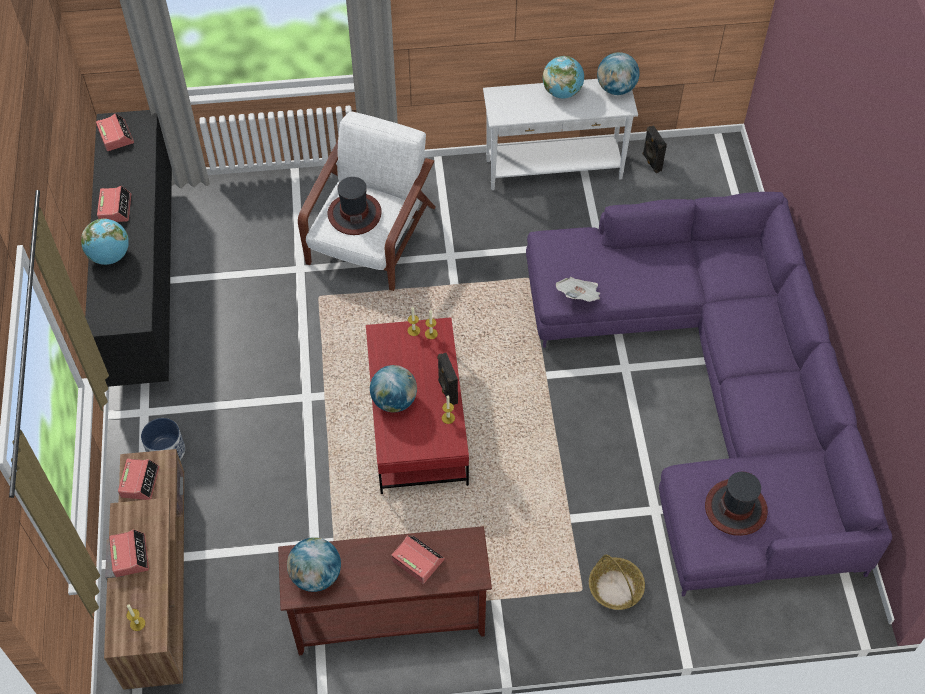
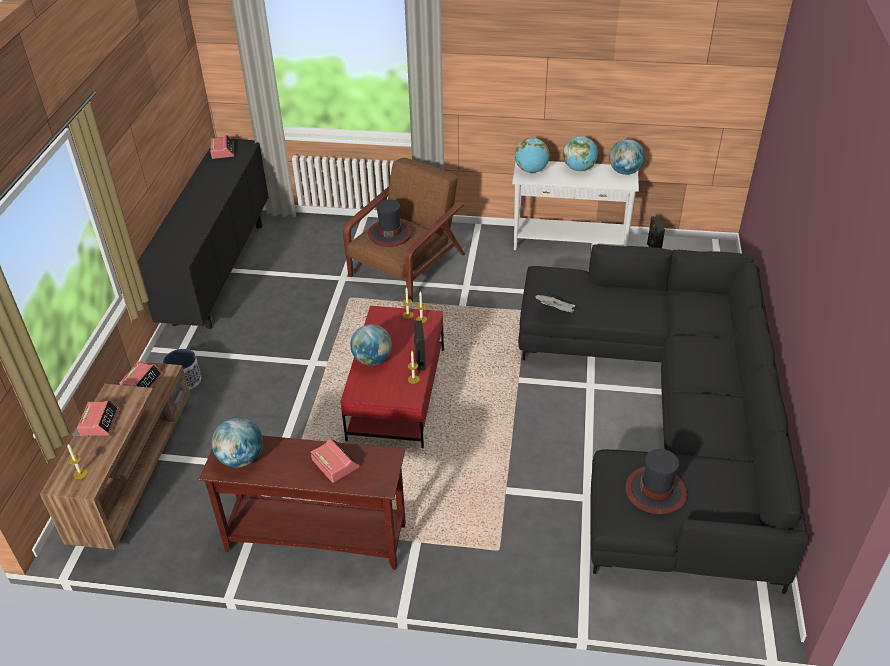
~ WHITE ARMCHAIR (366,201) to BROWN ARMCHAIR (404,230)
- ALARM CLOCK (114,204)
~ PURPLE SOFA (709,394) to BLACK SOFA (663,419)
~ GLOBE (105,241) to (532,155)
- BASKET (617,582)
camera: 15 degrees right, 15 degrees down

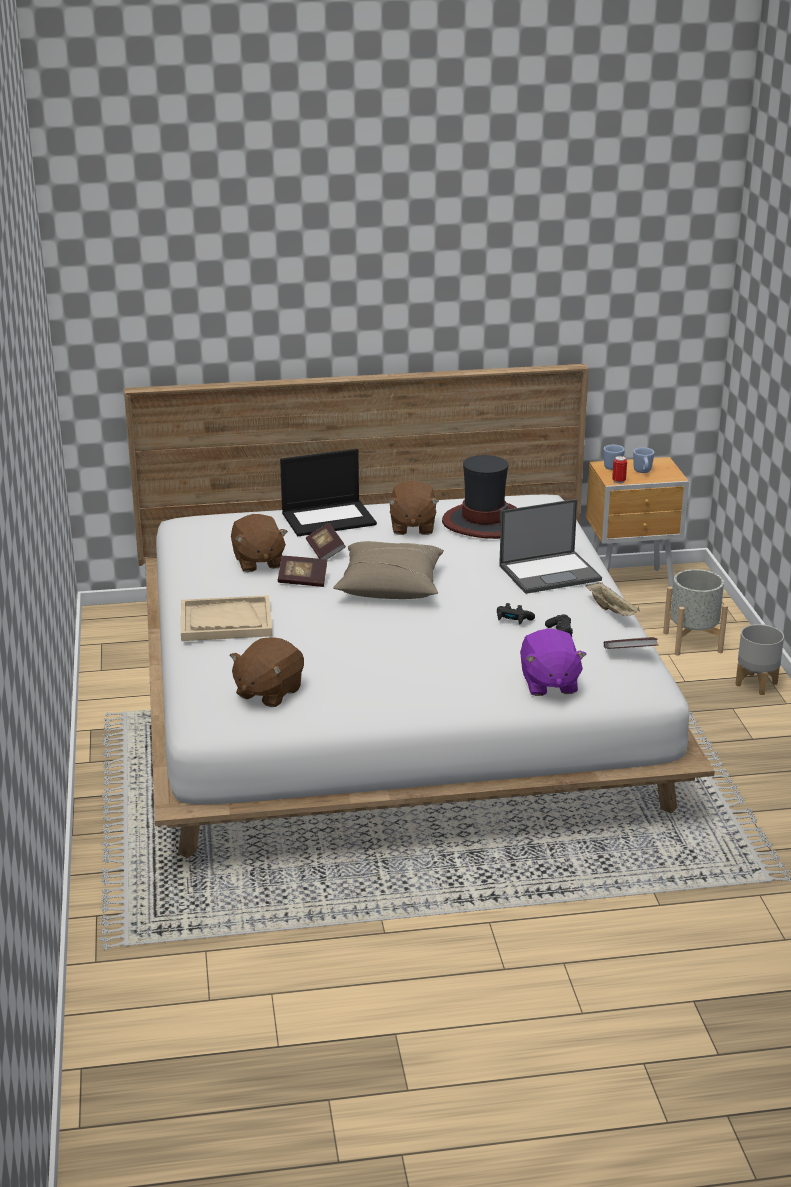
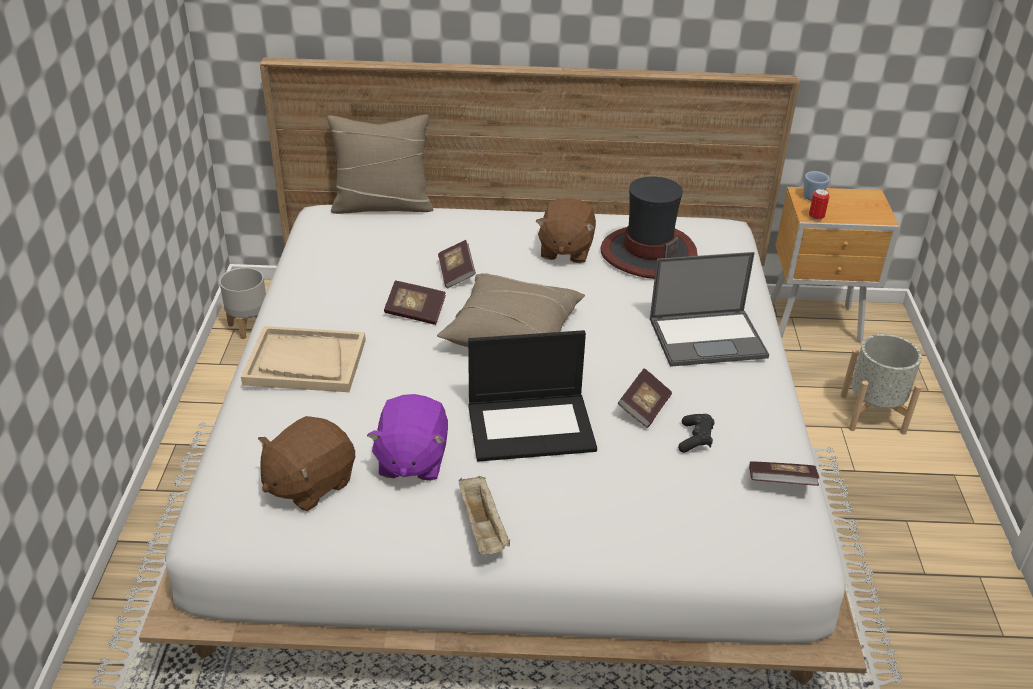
- BLUE MUG (643,460)
~ LAPTOP (328,492) to (532,396)
- BROWN PLUSH TOY (259,543)
~ BEIGE TRAY (612,599) to (484,515)
~ BLACK GAME CONTROLLER (516,613) to BOOK (645,398)
~ GREY PLANTER (759,659) to (242,303)
~ PURPLE PLUSH TOY (553,662) to (407,437)
+ BEIGE PILLOW (380,164)
camera: 10 degrees right, 10 degrees up

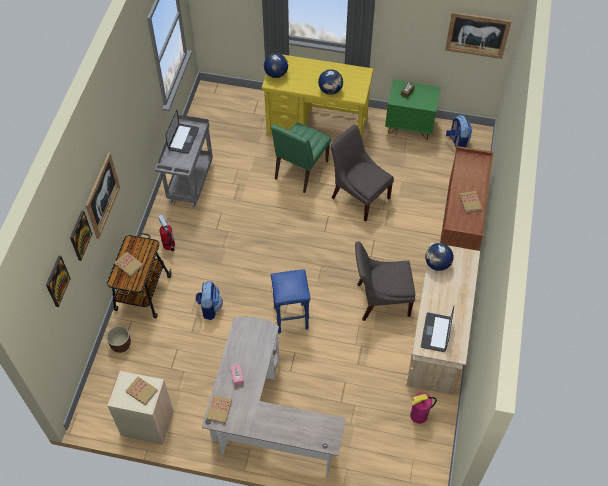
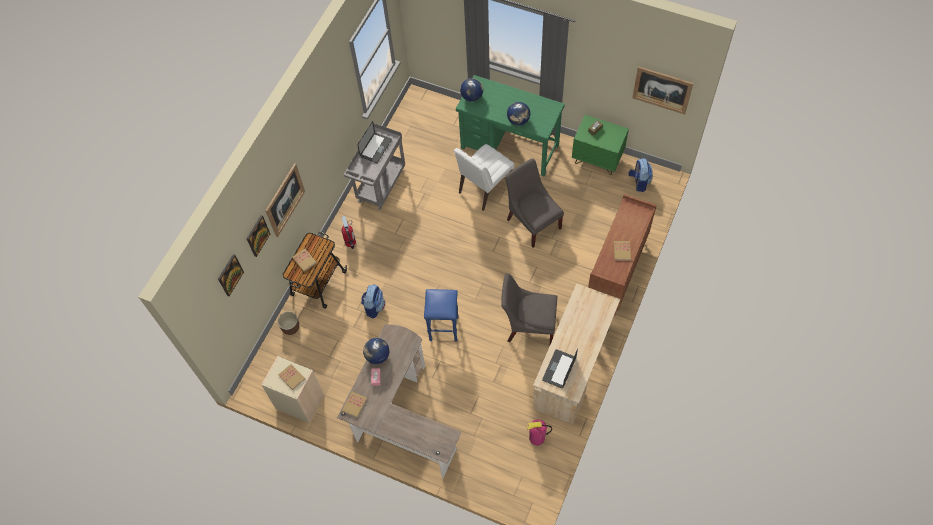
~ YELLOW DESK (318,96) to GREEN DESK (510,125)
~ GREEN CHAIR (301,158) to WHITE CHAIR (484,177)
~ GLOBE (439,257) to (376,351)
camera: 15 degrees right, 5 degrees up

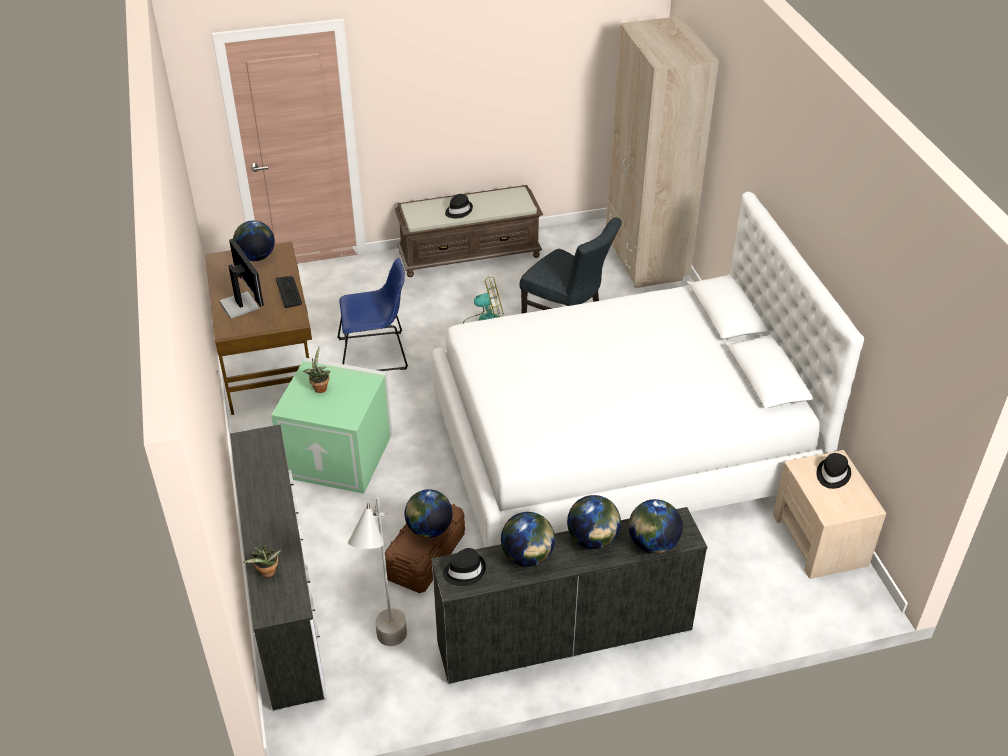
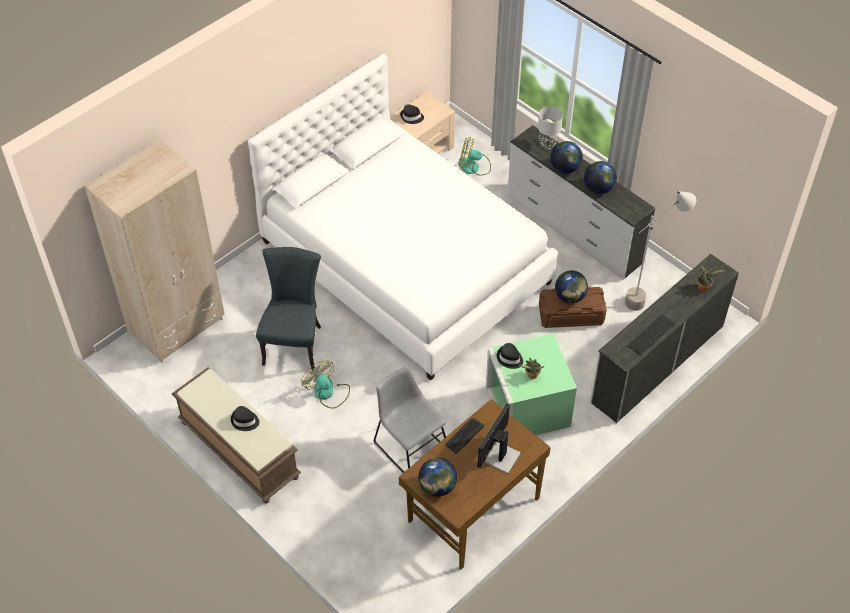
~ BLUE CHAIR (372,314) to GREY CHAIR (409,419)
~ GLOBE (655,526) to GREY TABLE LAMP (550,127)
~ BLACK HAT (464,567) to (510,356)
+ FAN (474,156)
+ KEYBOARD (651,335)
camera: 120 degrees left, 10 degrees up

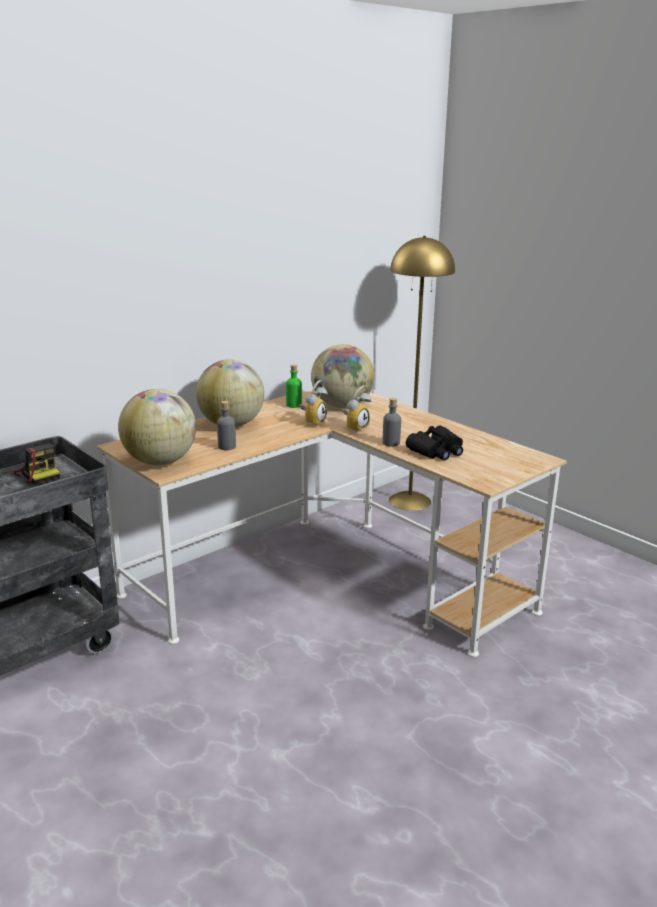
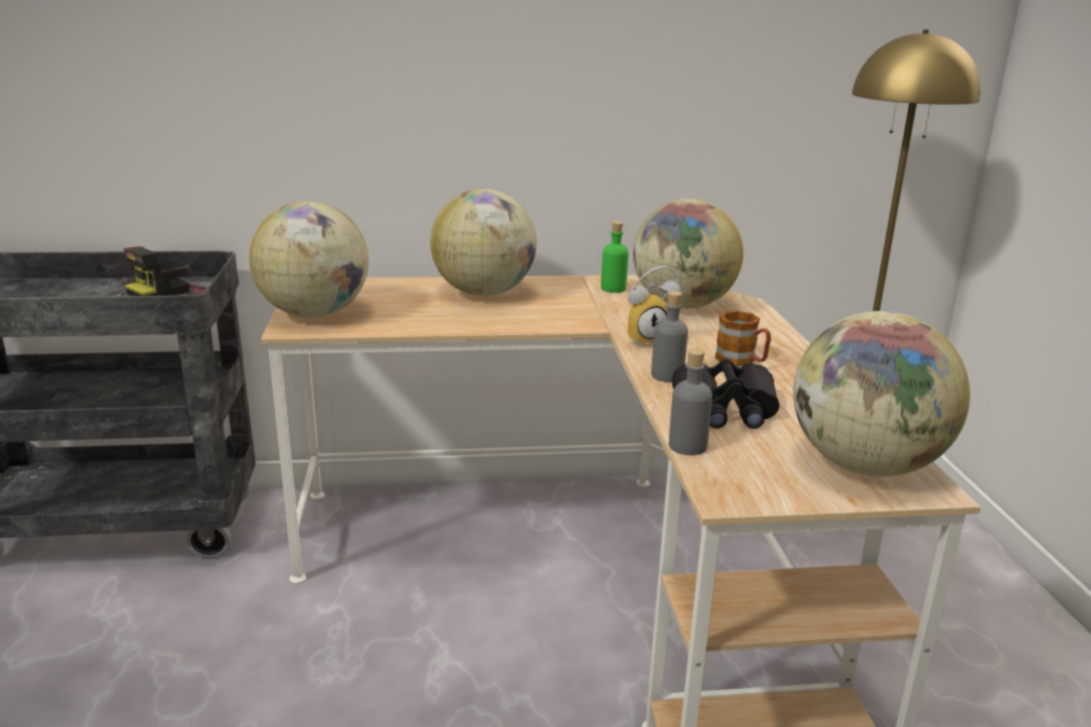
- ALARM CLOCK (313,403)
~ GREY BOTTLE (226,425) to (691,401)
~ PHOTO CAMERA (37,464) = (165,271) 45 degrees clockwise
+ MUG (743,338)
+ GLOBE (881,394)
camera: 35 degrees right, 0 degrees up

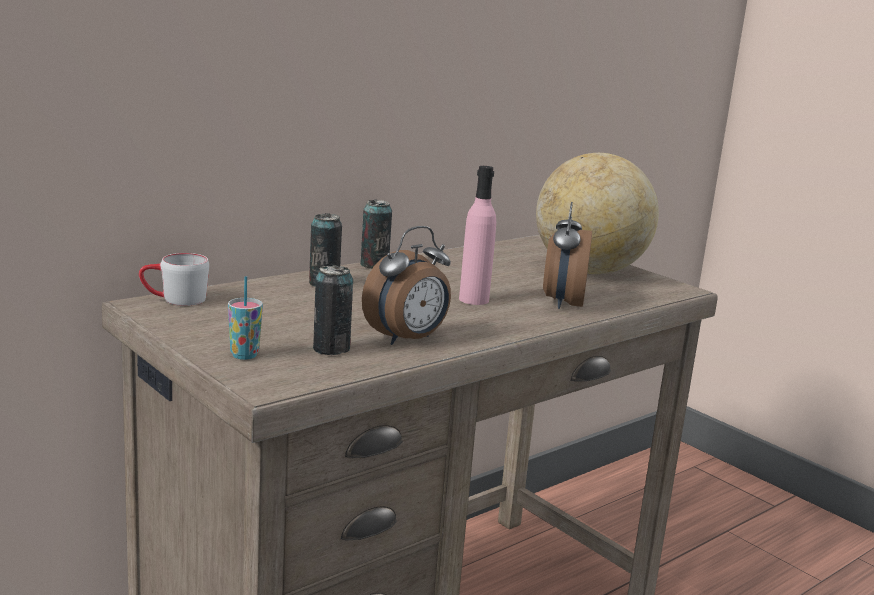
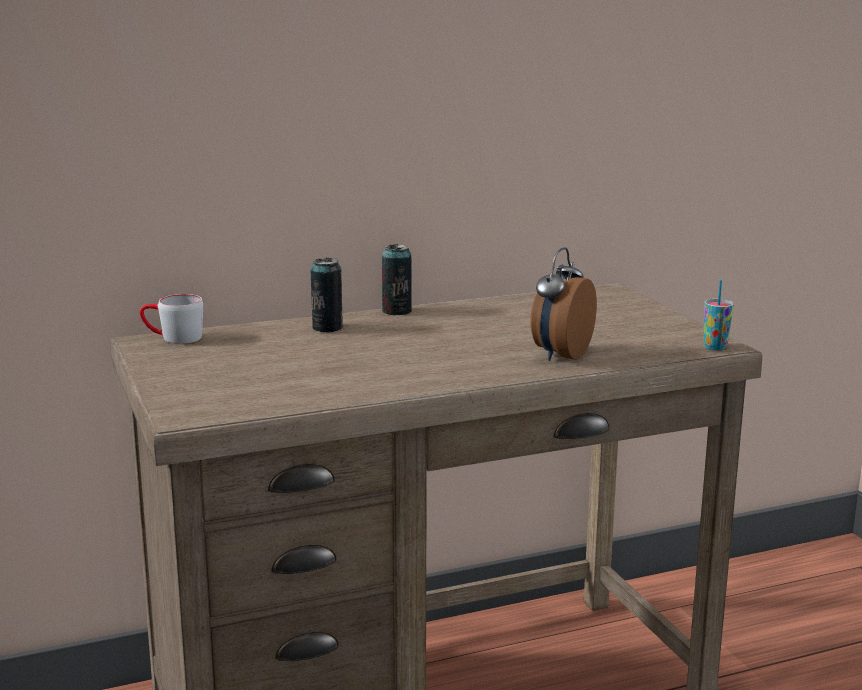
- GLOBE (597,213)
- PINK BOTTLE (477,235)
- ALARM CLOCK (406,285)
- CAN (333,310)
~ CUP (245,318) to (719,315)
camera: 20 degrees right, 0 degrees up

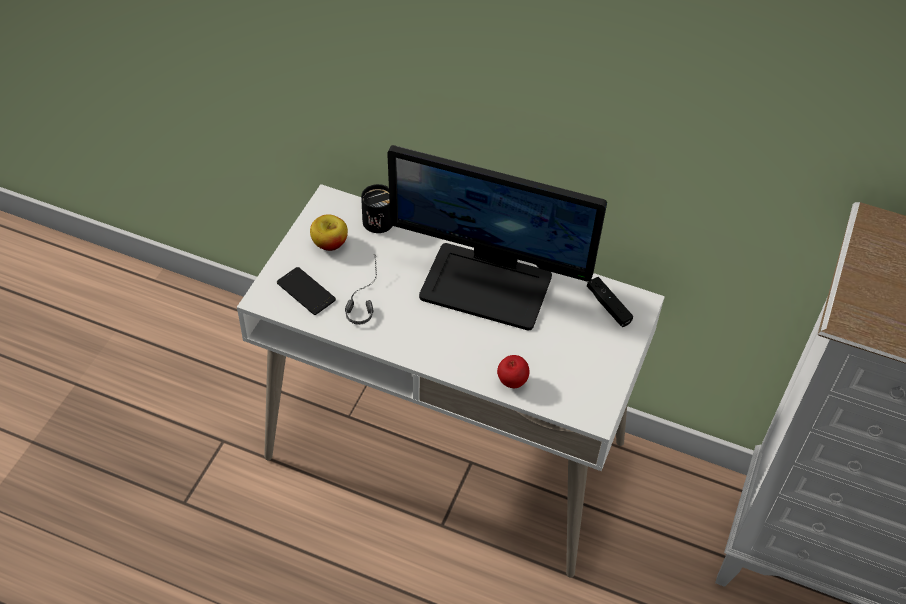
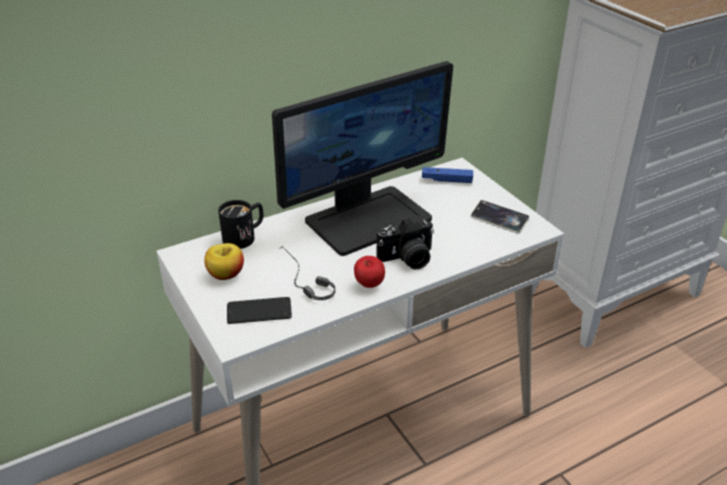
~ BLACK GAME CONTROLLER (610,302) to BLUE GAME CONTROLLER (447,175)
~ APPLE (513,371) to (369,272)
+ PHONE (500,216)
+ PHOTO CAMERA (405,244)
camera: 50 degrees left, 15 degrees down

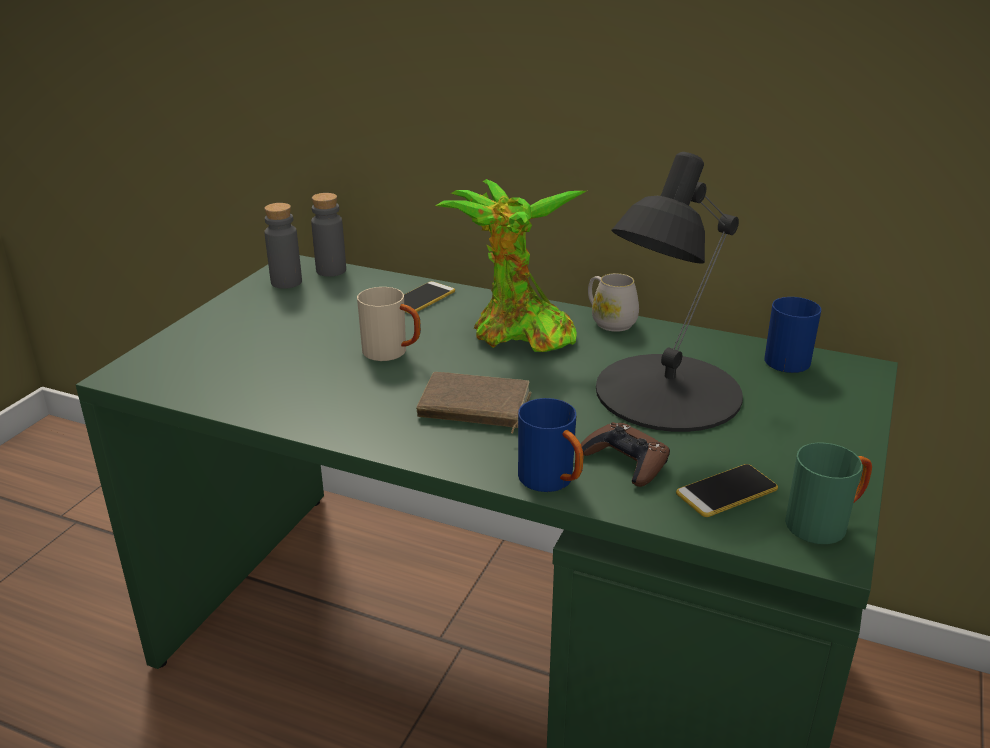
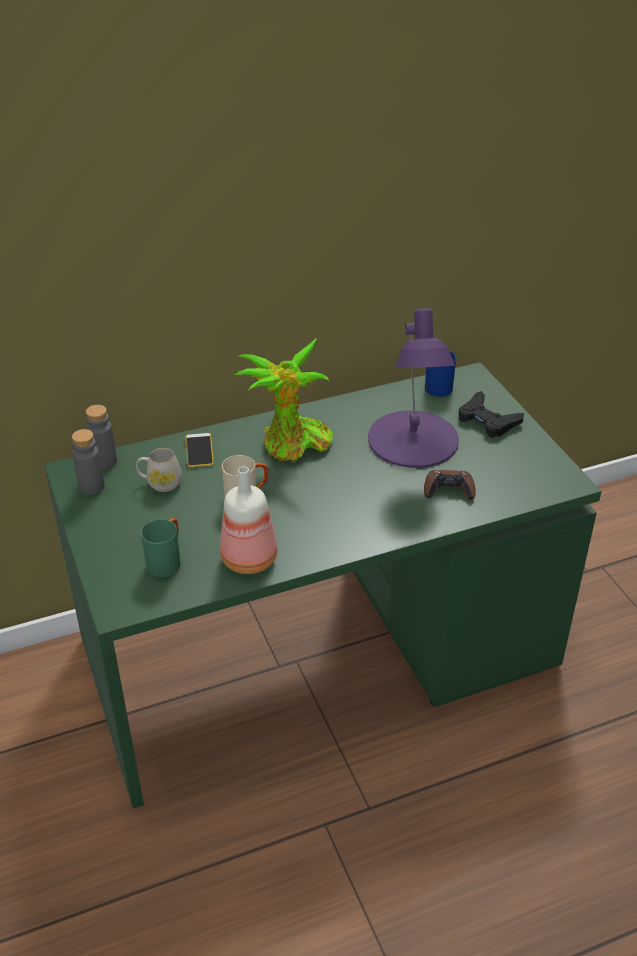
~ BLACK TABLE LAMP (669,292) to PURPLE TABLE LAMP (413,388)
~ WHITE MUG (613,302) to (159,470)
- BROWN BOOK (474,403)
- BLUE MUG (550,445)
~ GREEN MUG (828,493) to (160,547)
- PHONE (727,490)
+ BLACK GAME CONTROLLER (491,414)
+ BOTTLE (248,520)
camera: 45 degrees left, 10 degrees up

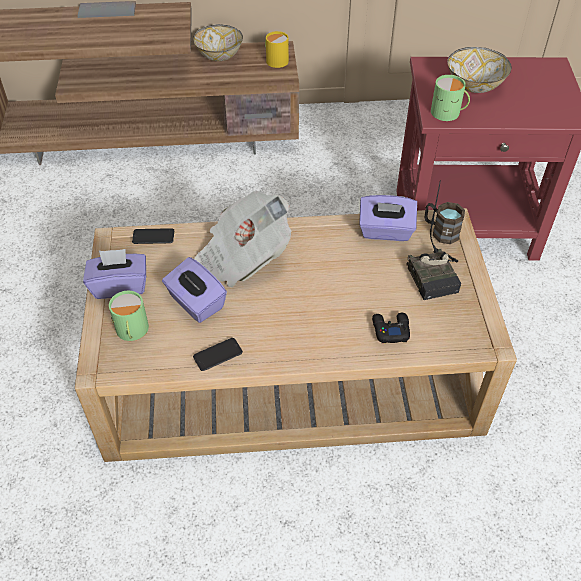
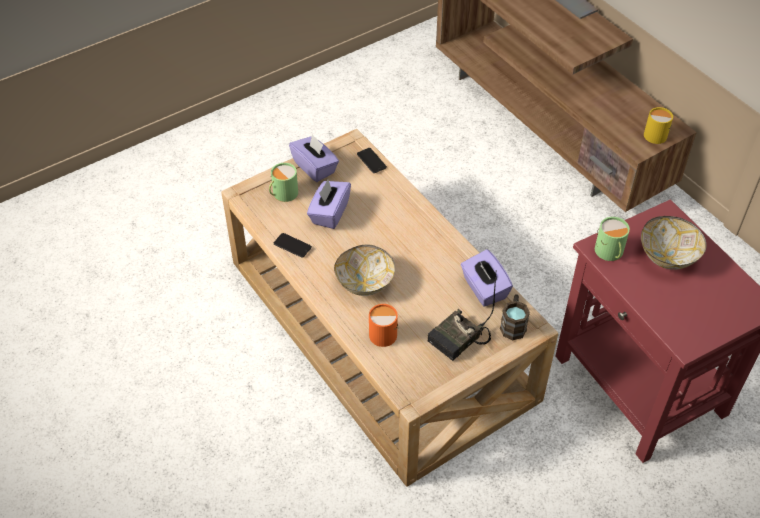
~ BOWL (218,42) to (364,270)
- NEWSPAPER (242,239)
~ BLACK GAME CONTROLLER (391,328) to ORANGE MUG (383,325)
camera: 60 degrees right, 0 degrees up

